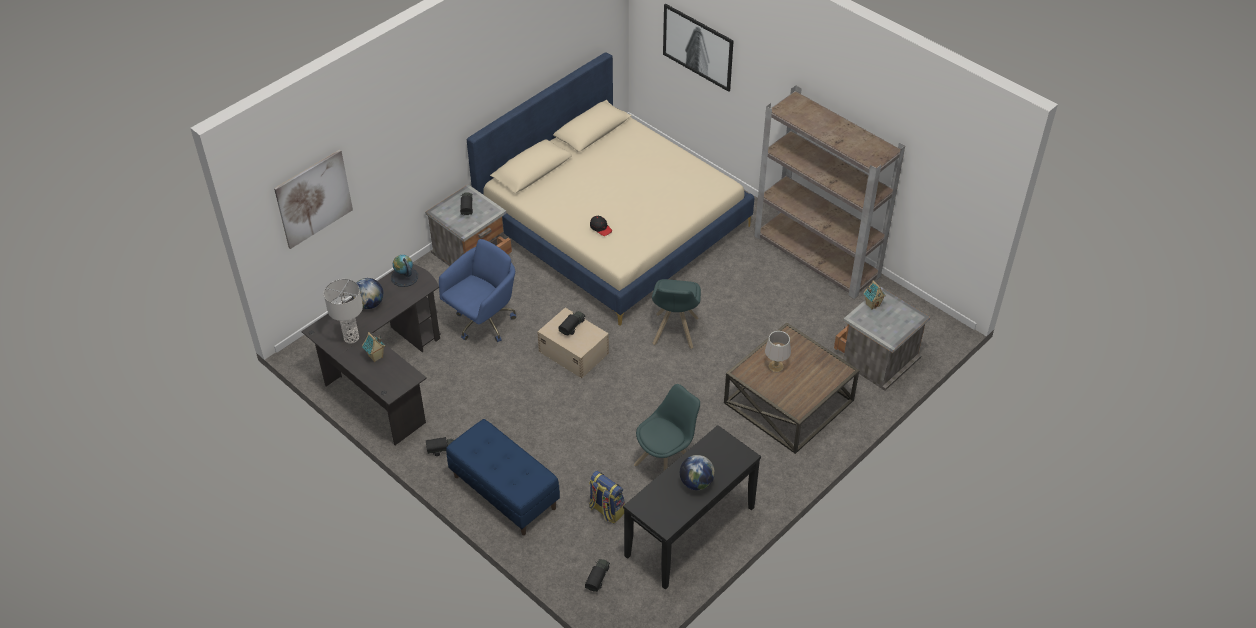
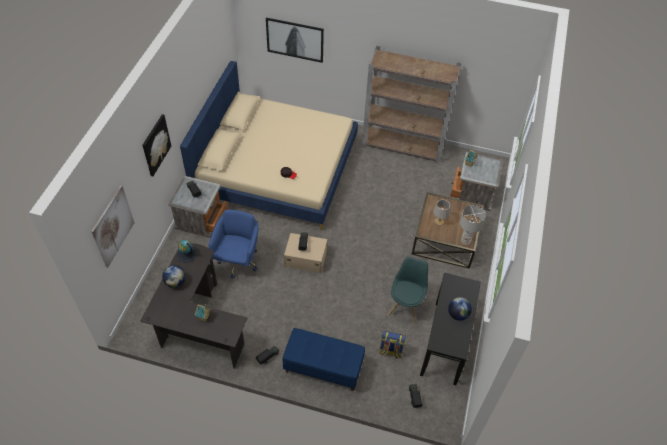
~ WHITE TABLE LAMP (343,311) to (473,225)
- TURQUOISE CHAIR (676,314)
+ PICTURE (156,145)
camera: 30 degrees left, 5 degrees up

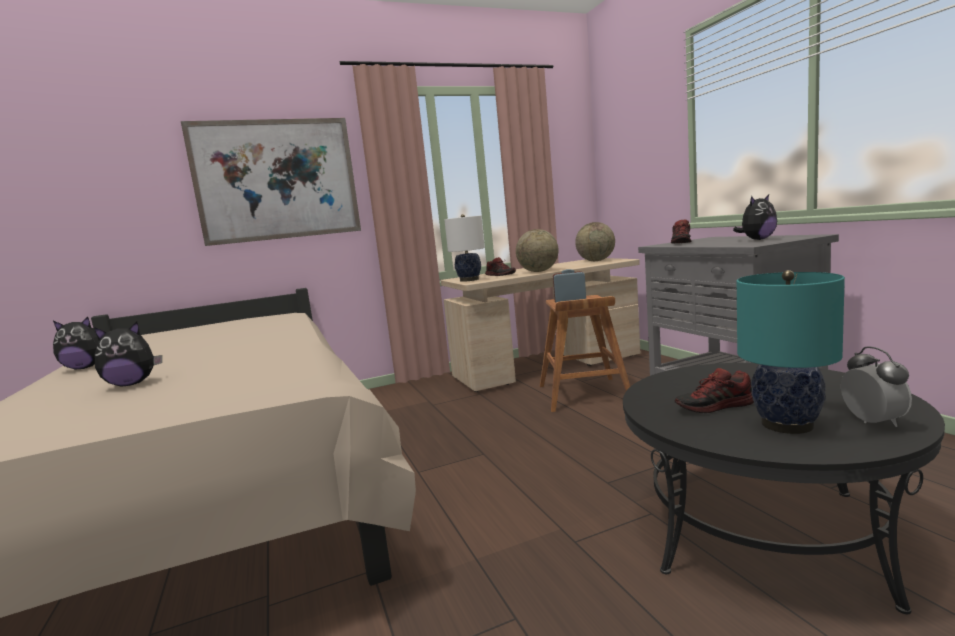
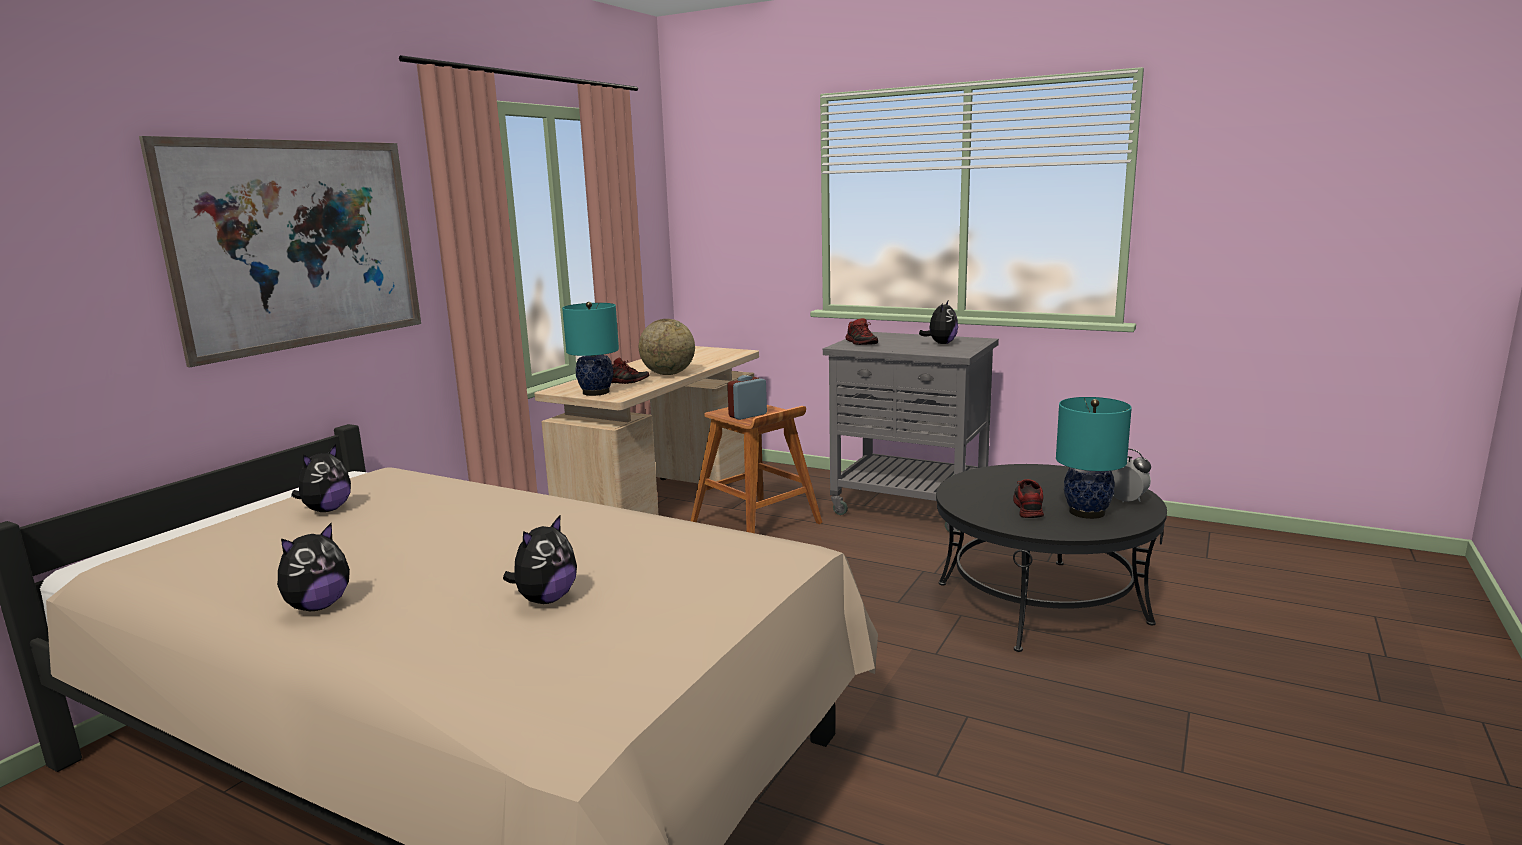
~ WHITE TABLE LAMP (464,248) to TURQUOISE TABLE LAMP (590,349)
- GLOBE (595,241)
~ SHOE (714,390) = (1028,498) 150 degrees clockwise
+ PLUSH TOY (321,478)
camera: 40 degrees left, 5 degrees up

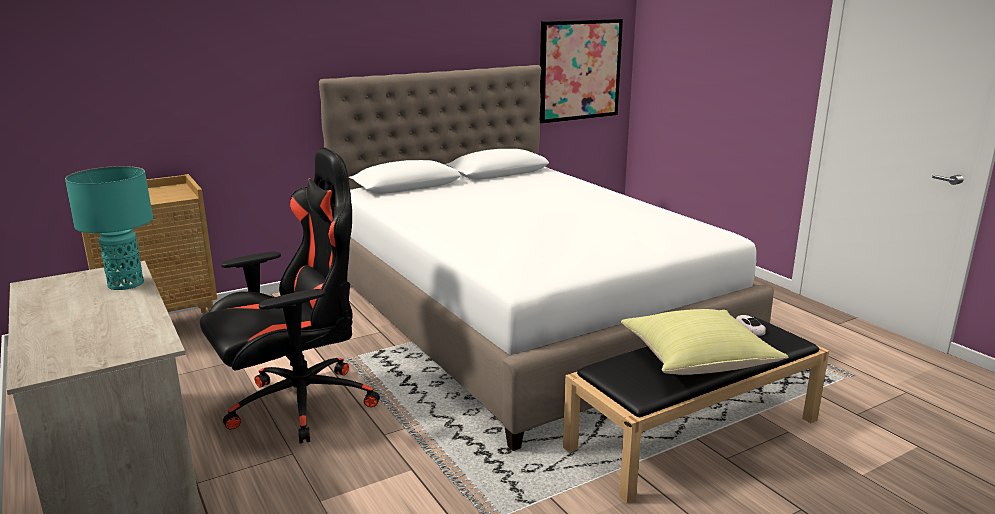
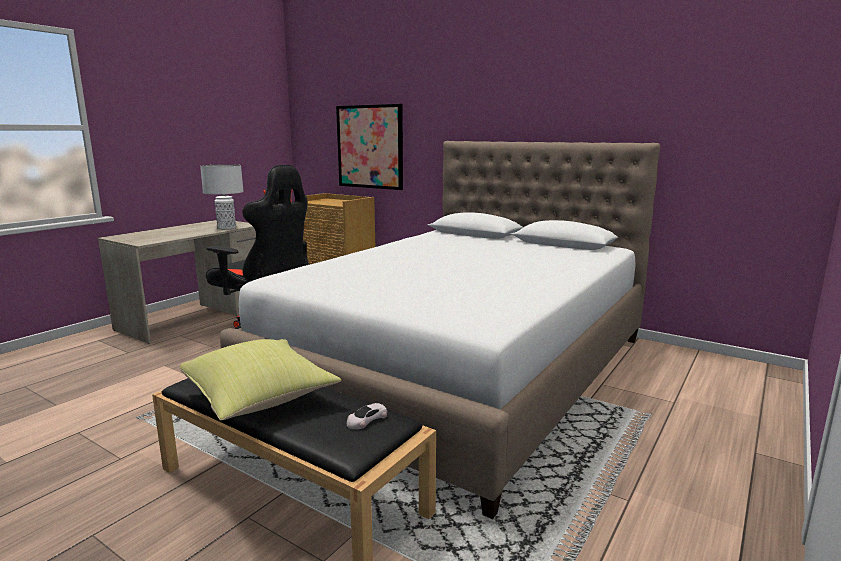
~ PICTURE (581,71) to (369,147)
~ TURQUOISE TABLE LAMP (109,228) to WHITE TABLE LAMP (222,196)
camera: 65 degrees right, 5 degrees down

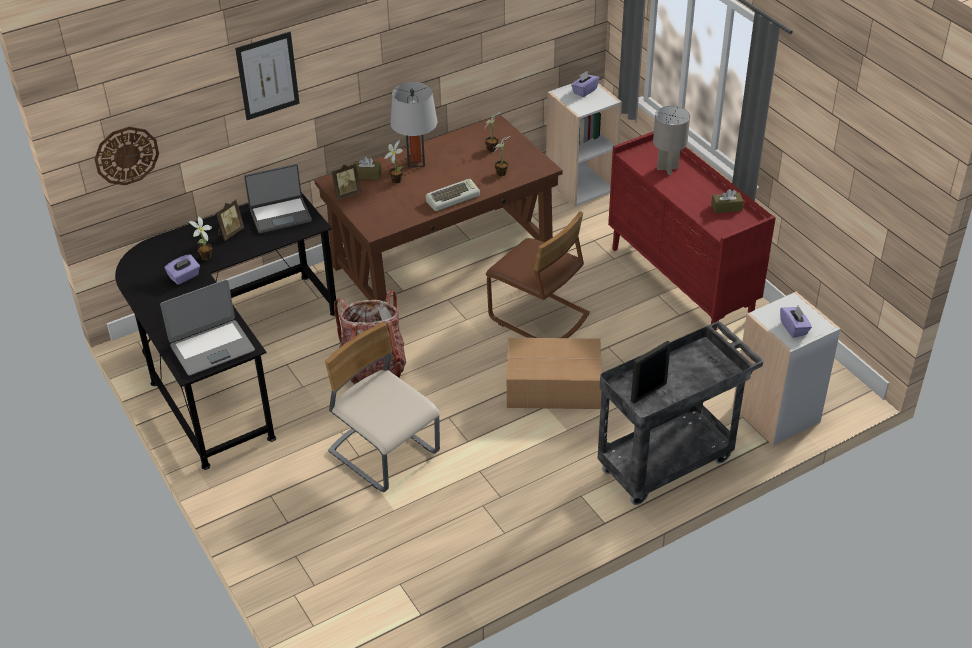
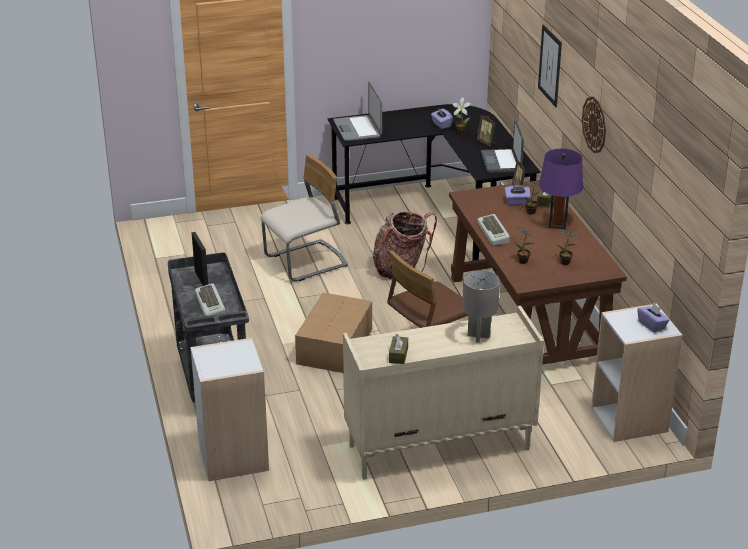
~ GREY TABLE LAMP (414,124) to PURPLE TABLE LAMP (561,189)
~ WALL CLOCK (126,156) to (594,125)
~ RED CABINET (692,230) to BEIGE CABINET (443,392)
~ PURPLE TISSUE BOX (796,322) to (517,195)
+ KEYBOARD (210,300)
camera: 105 degrees right, 10 degrees down

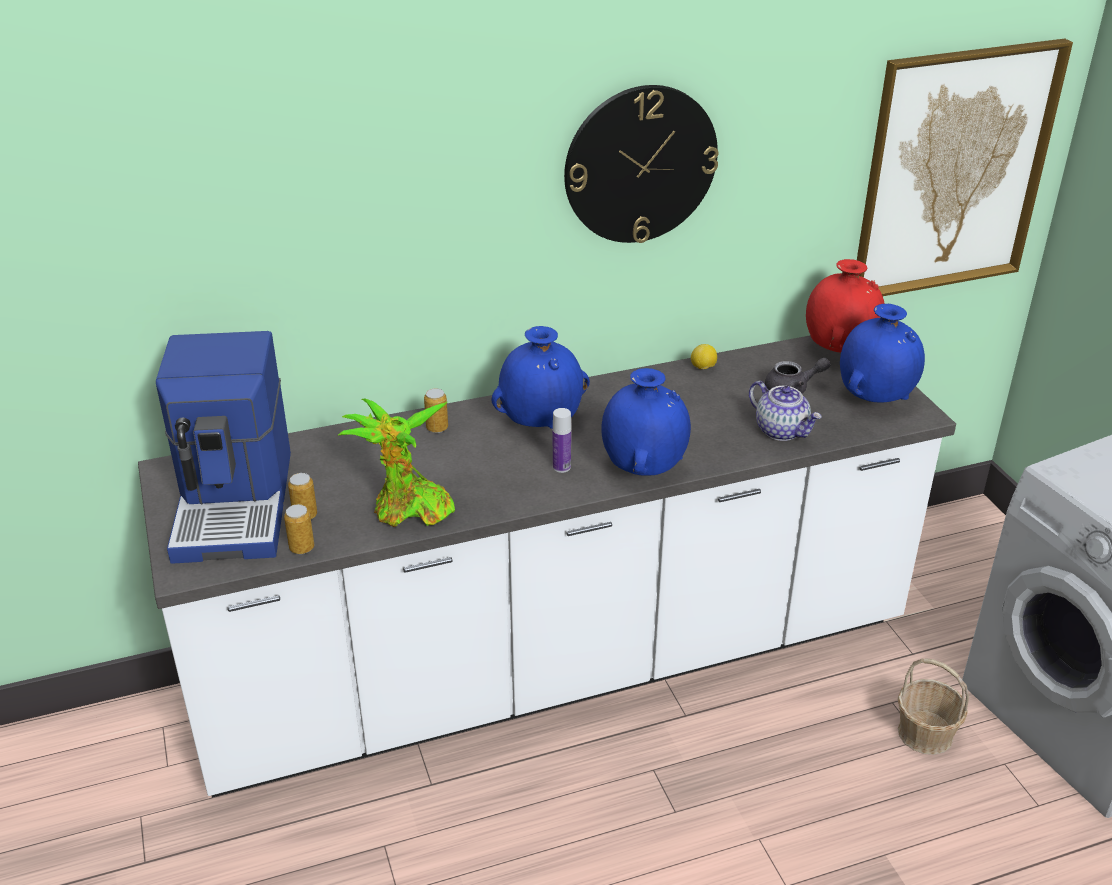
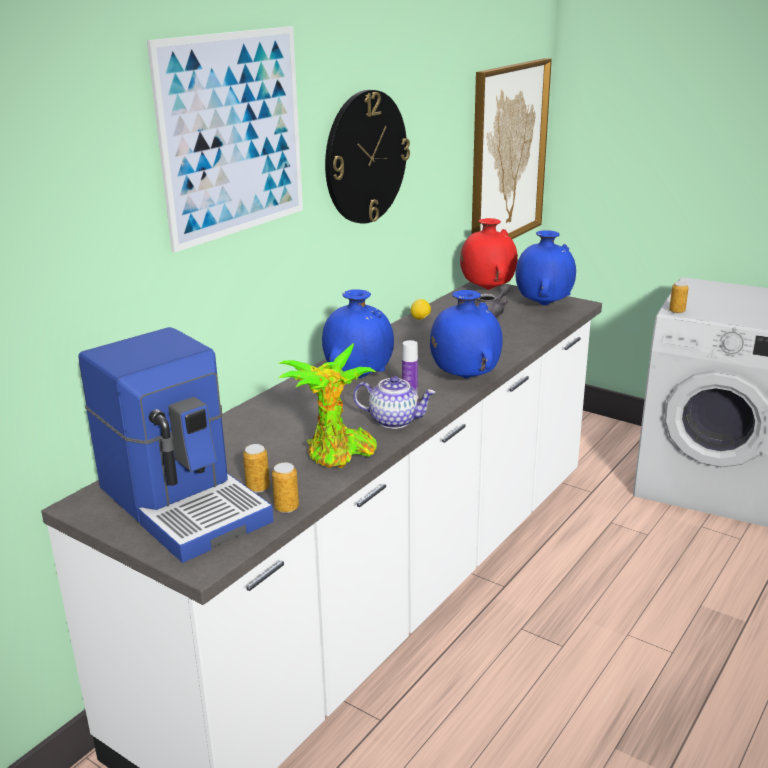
~ TEAPOT (785,411) to (394,402)
~ CAN (436,410) to (679,298)
- BASKET (933,706)
+ PICTURE (225,139)
camera: 35 degrees left, 10 degrees down

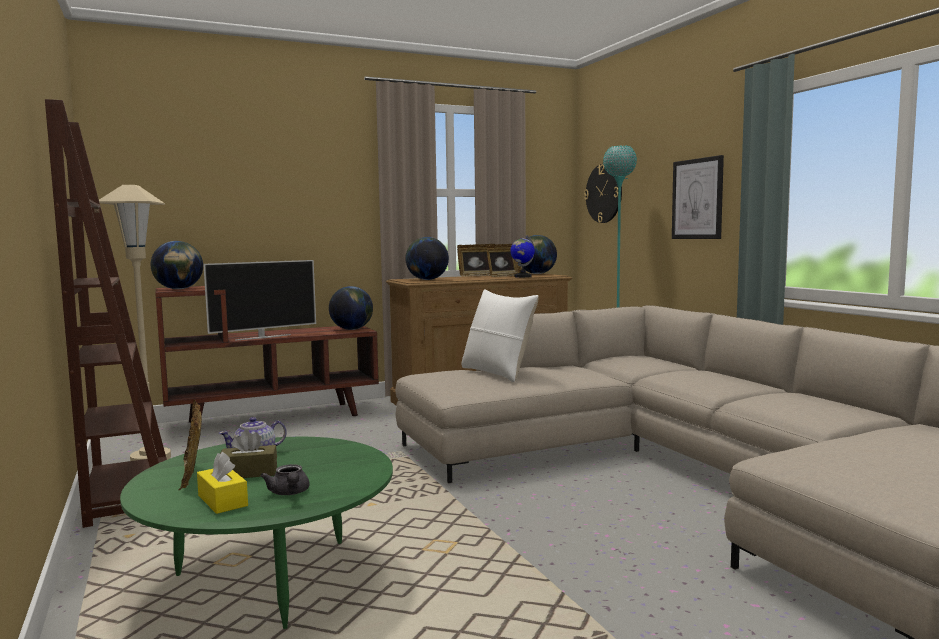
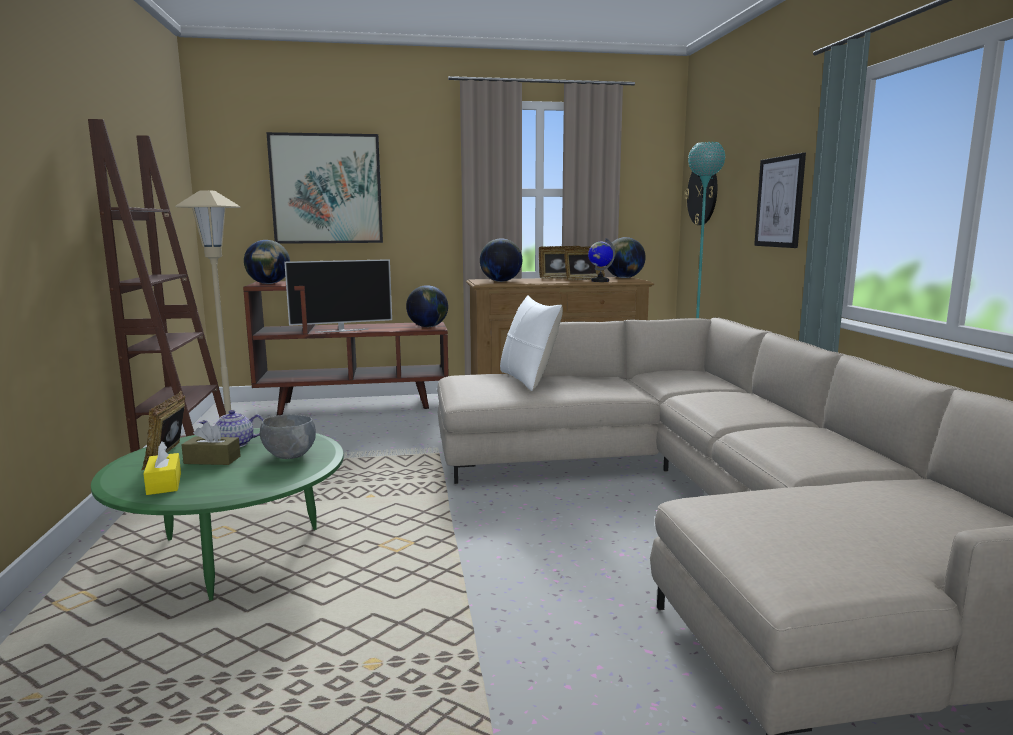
- GREY TEAPOT (285,479)
+ PICTURE (324,188)
+ GREY BOWL (288,437)
camera: 15 degrees right, 5 degrees up

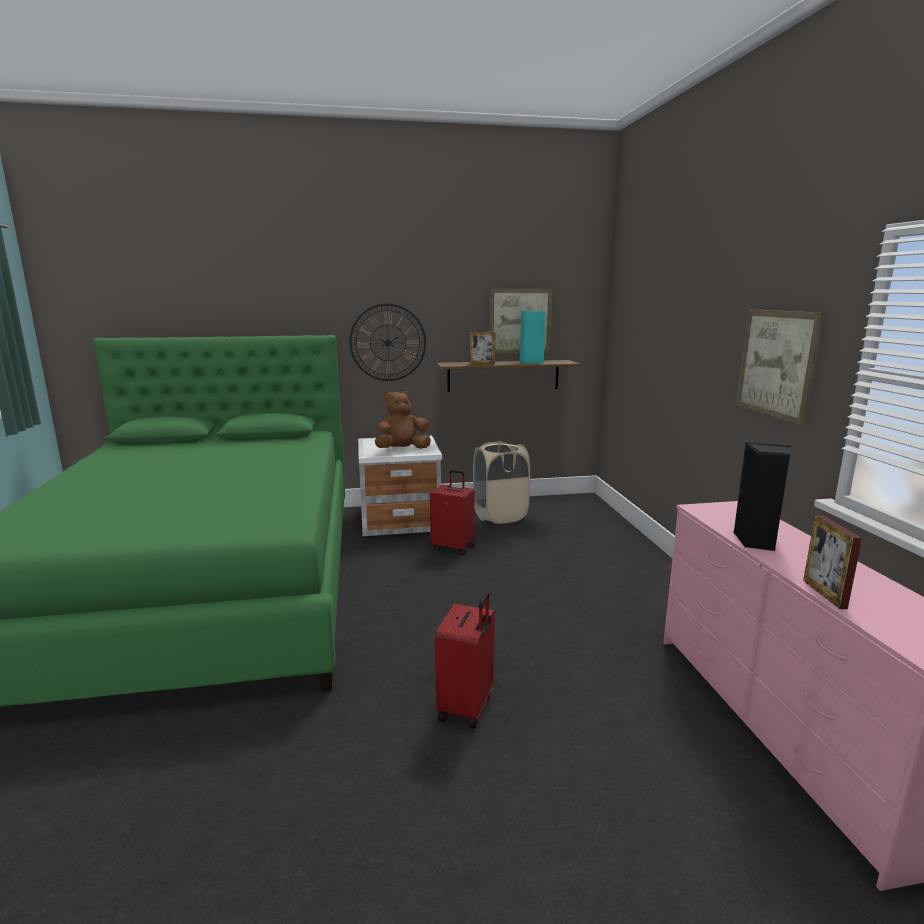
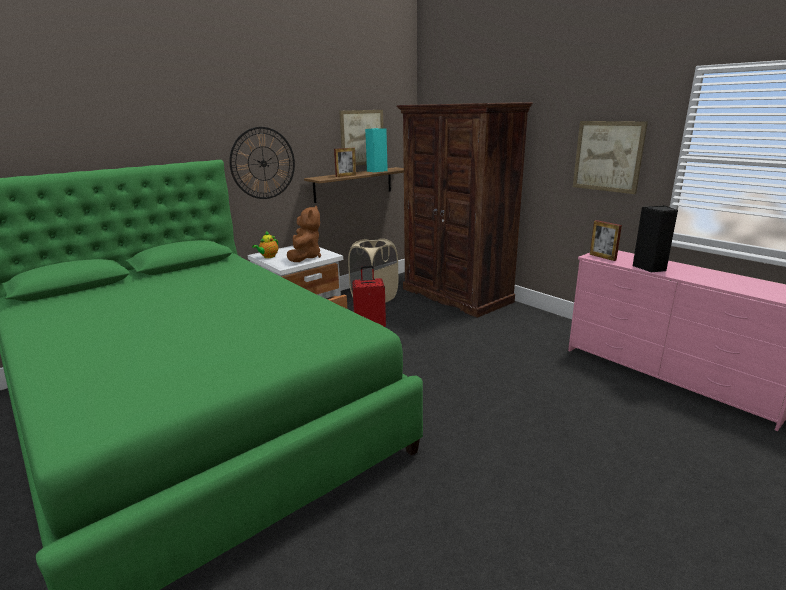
~ BROWN PLUSH TOY (403,420) = (304,234) 150 degrees clockwise
~ PICTURE FRAME (832,562) to (606,240)
- RED SUITCASE (465,660)
+ BROWN WARDROBE (464,210)
+ TEAPOT (265,244)
camera: 30 degrees left, 5 degrees up

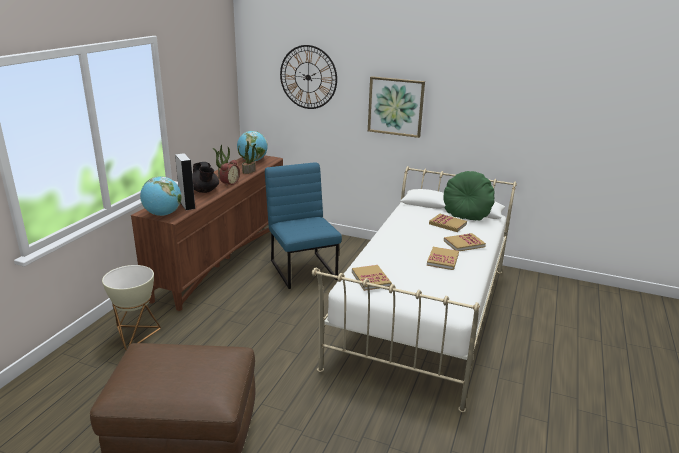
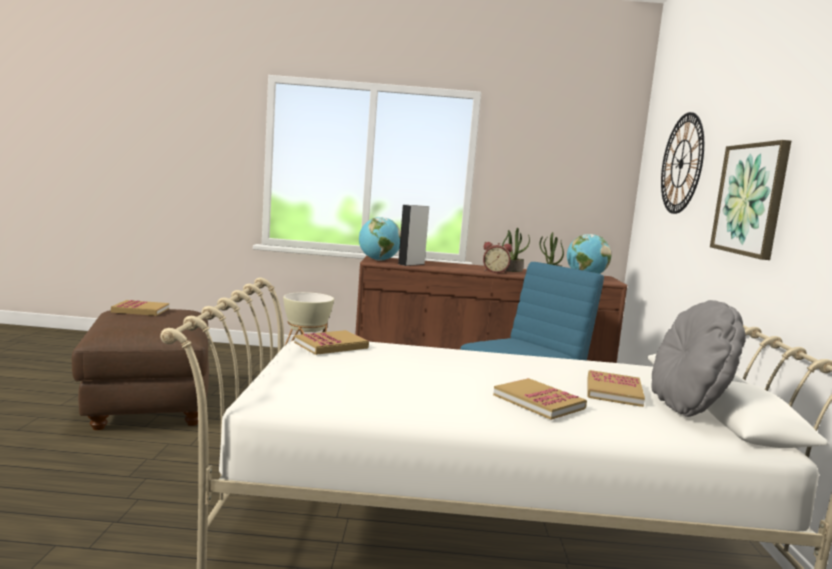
- BLACK TEAPOT (205,177)
~ GREEN PILLOW (468,196) to GREY PILLOW (698,358)
~ BOOK (443,258) to (140,308)
camera: 70 degrees right, 15 degrees down

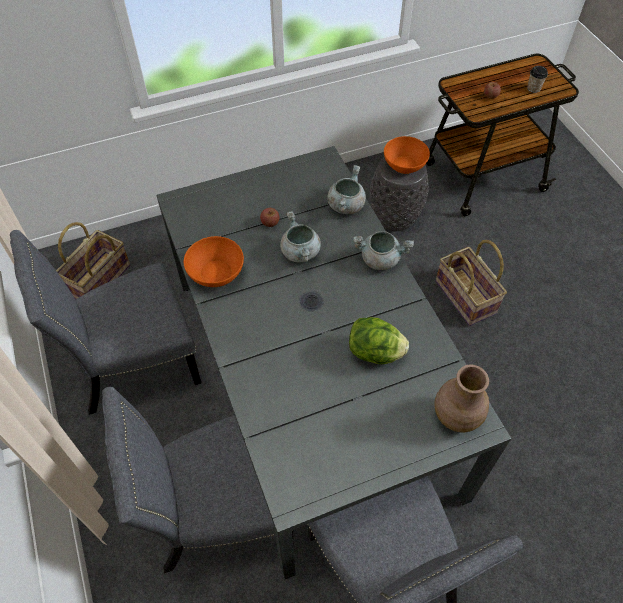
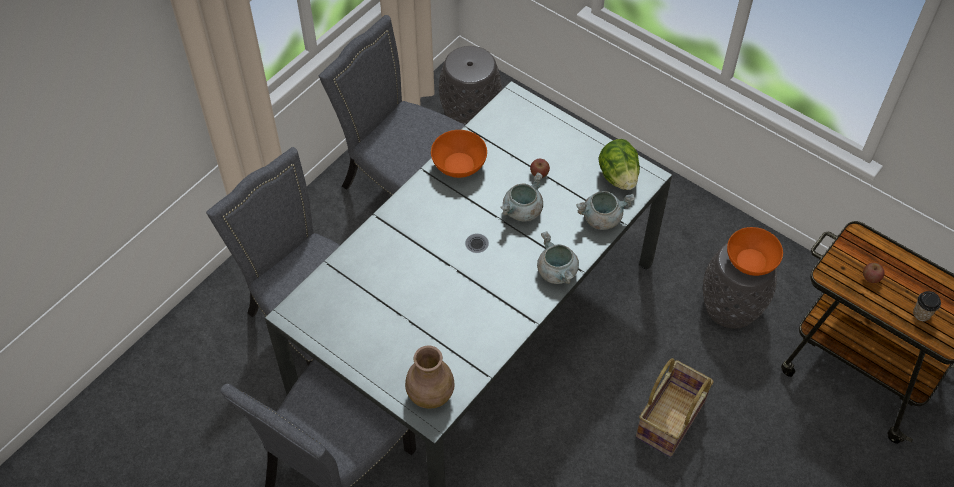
~ BASKET (93,260) to GREY STOOL (470,85)
~ LETTUCE (379,340) to (619,164)
camera: 60 degrees right, 0 degrees up

